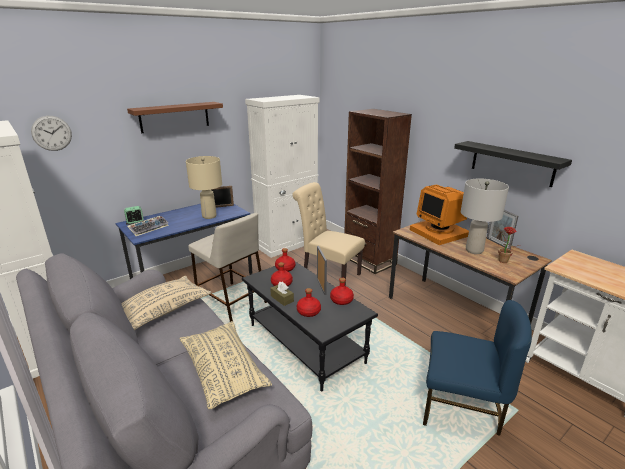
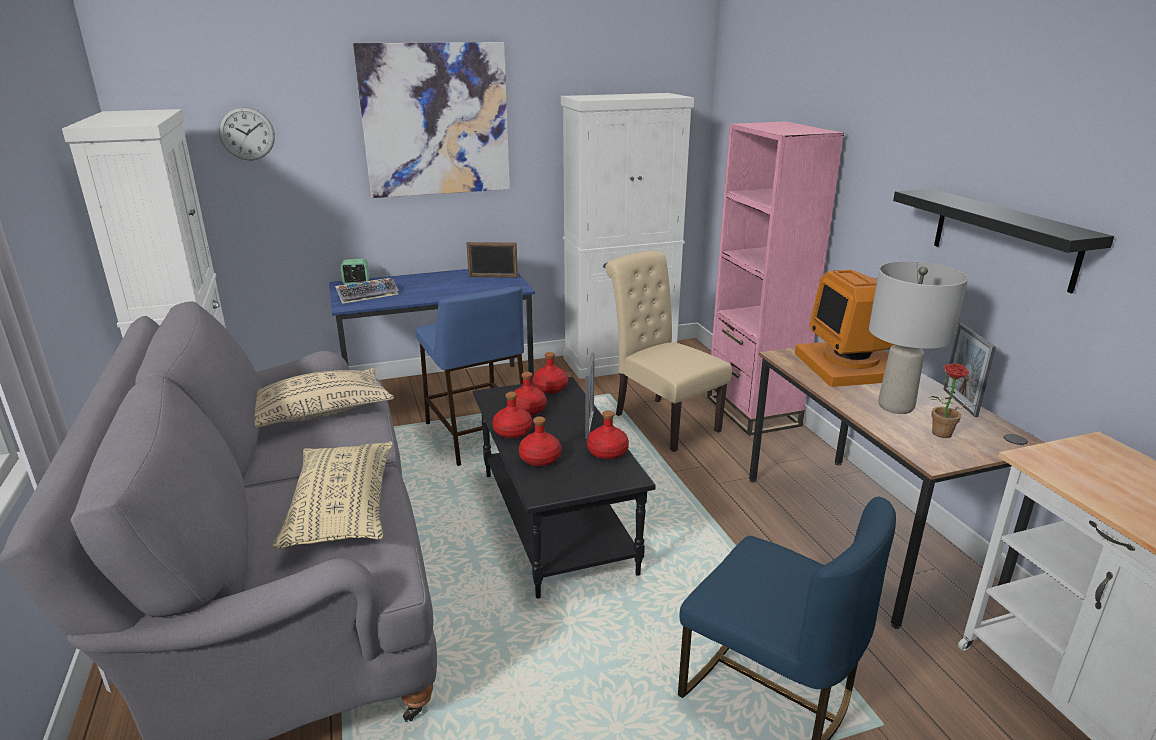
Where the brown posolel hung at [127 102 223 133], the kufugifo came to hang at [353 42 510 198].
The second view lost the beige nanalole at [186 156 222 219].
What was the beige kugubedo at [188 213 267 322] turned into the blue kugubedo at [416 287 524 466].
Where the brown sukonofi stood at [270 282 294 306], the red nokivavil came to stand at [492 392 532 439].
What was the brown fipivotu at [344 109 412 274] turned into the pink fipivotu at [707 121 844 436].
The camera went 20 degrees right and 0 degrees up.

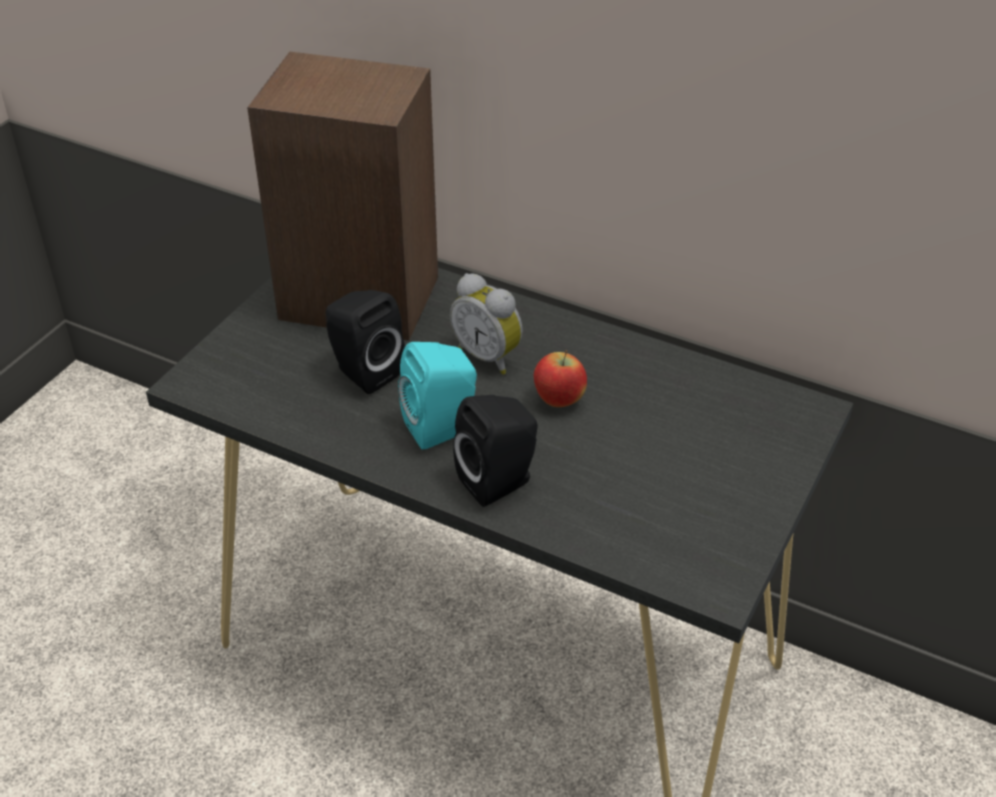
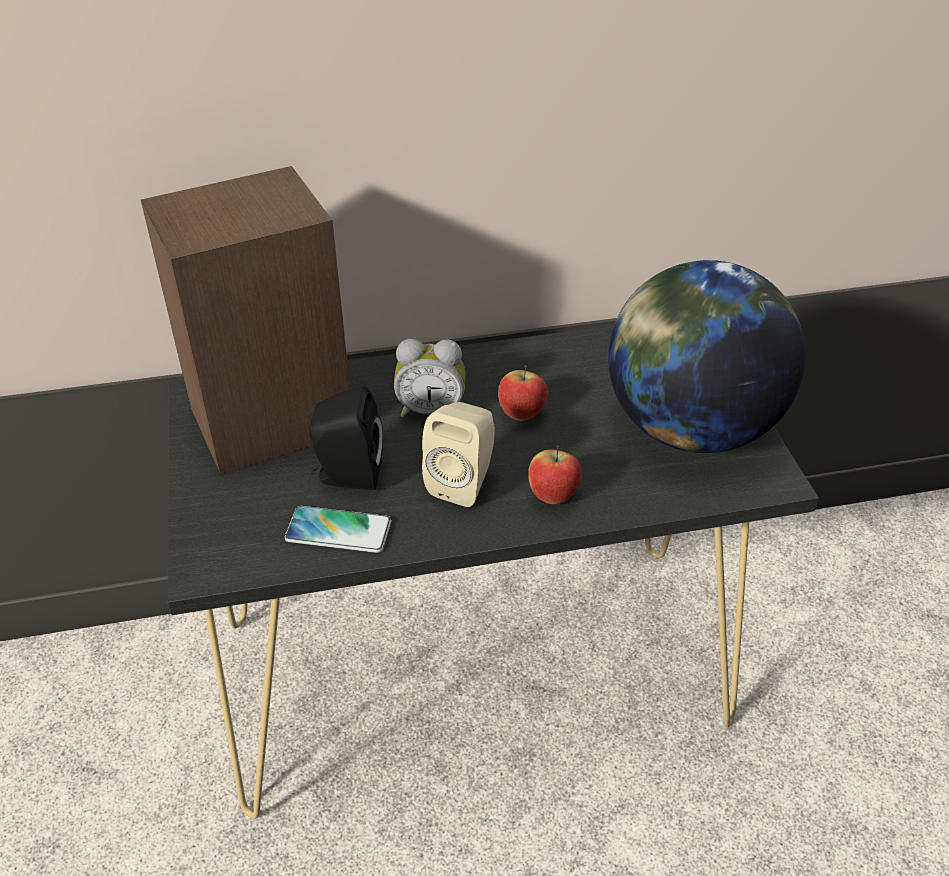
What was the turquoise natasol at [398 342 477 450] turned into the beige natasol at [422 402 495 507].
Where the black natasol stood at [453 395 538 507], the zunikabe came to stand at [528 445 582 504].
The second view gained the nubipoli at [285 506 391 553].
The second view gained the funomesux at [608 260 805 453].
The camera went 40 degrees left and 0 degrees up.

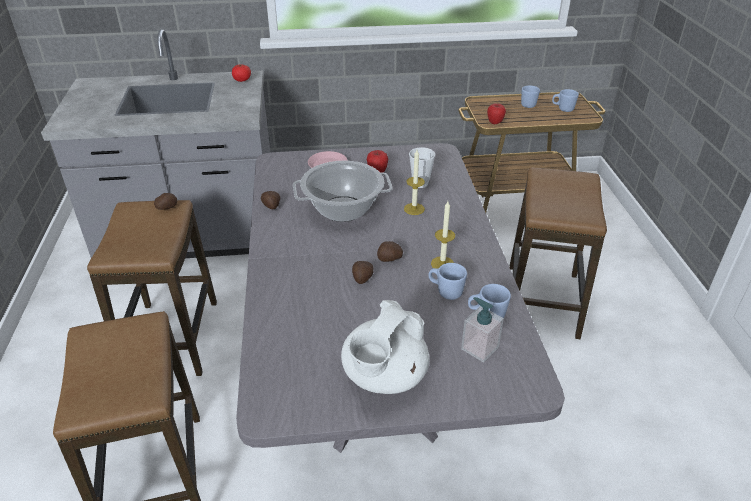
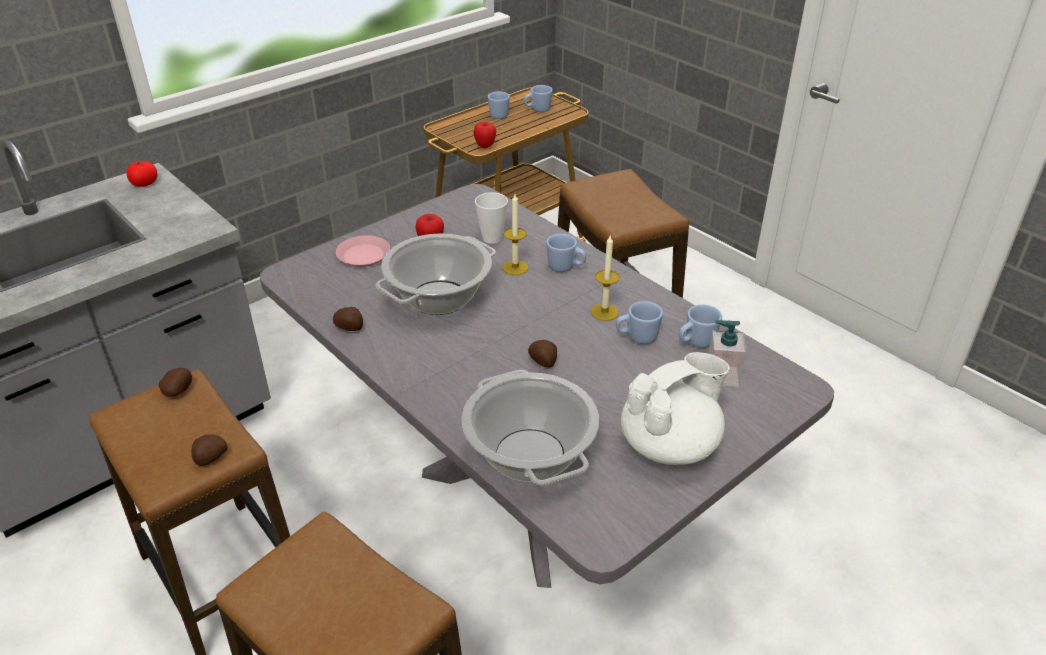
The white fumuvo at [341 300 429 394] ended up facing another way, 120 degrees counterclockwise from before.
The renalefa ended up elsewhere, having gone from [377 241 403 262] to [192 434 227 466].
The second view gained the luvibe at [462 370 599 485].
The second view gained the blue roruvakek at [546 234 586 272].
The camera went 35 degrees left and 0 degrees up.

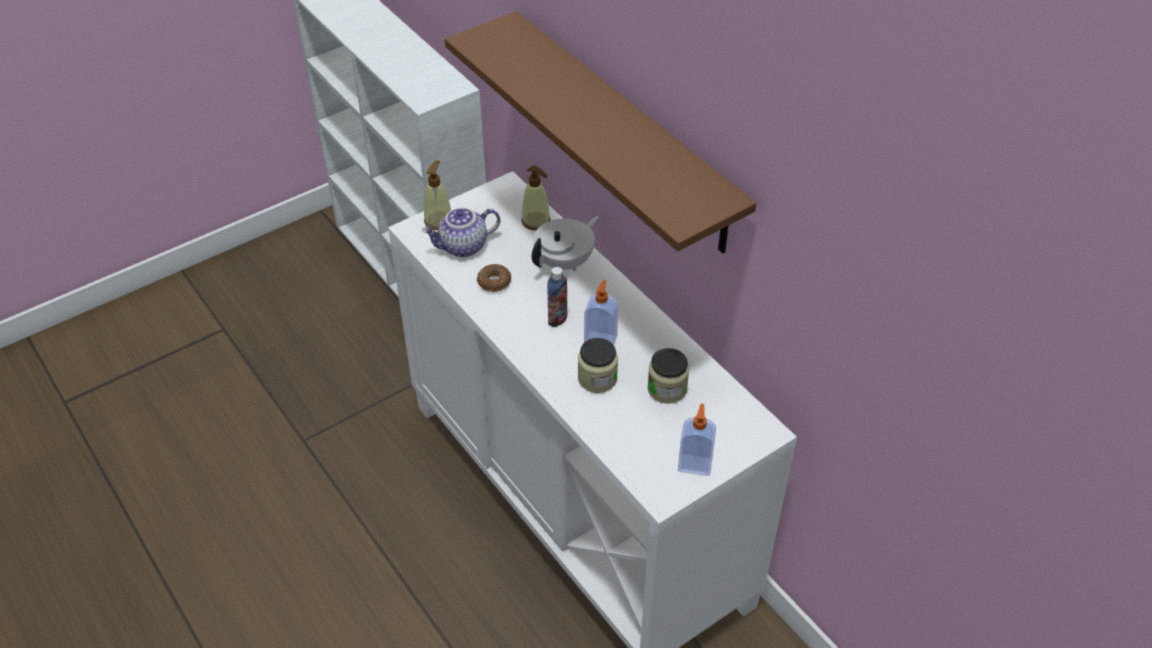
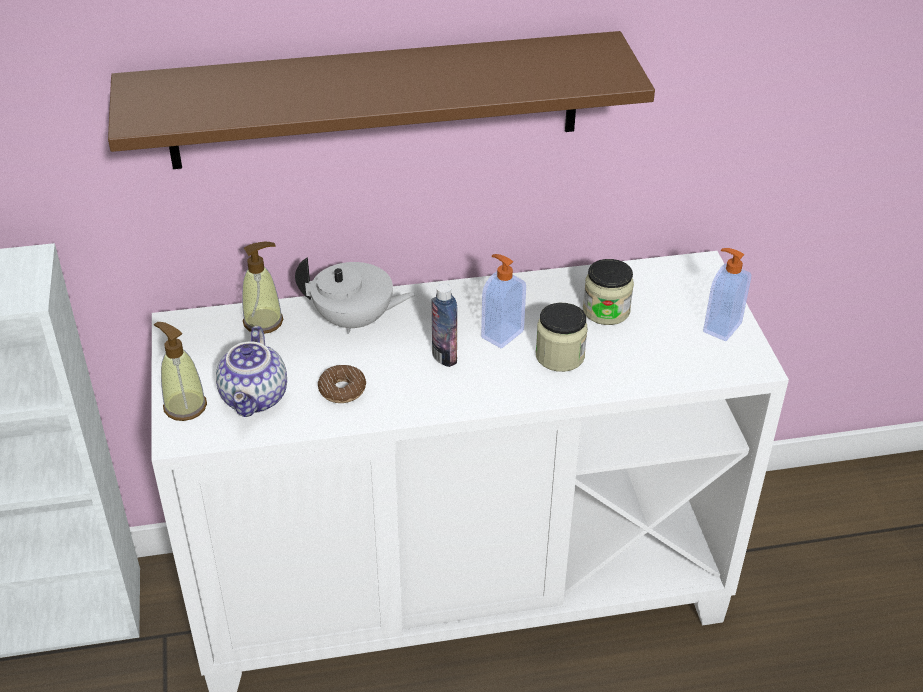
The white fumuvo at [532 216 598 271] ended up facing another way, 120 degrees clockwise from before.
The camera went 65 degrees left and 5 degrees down.

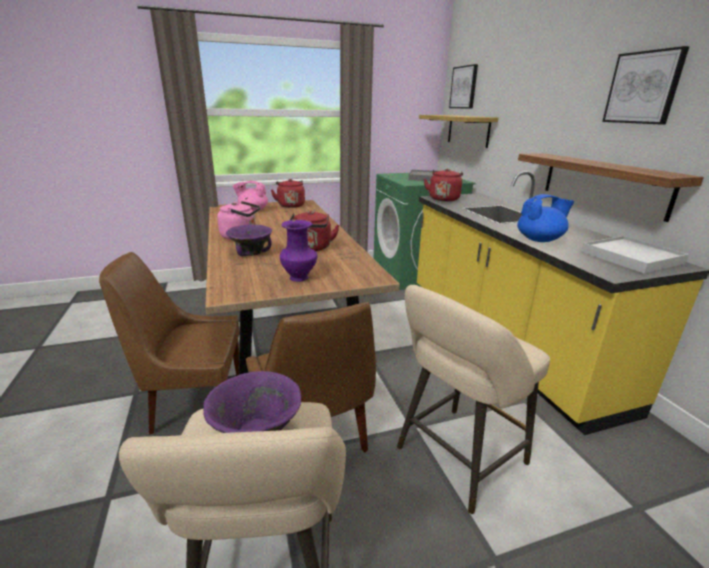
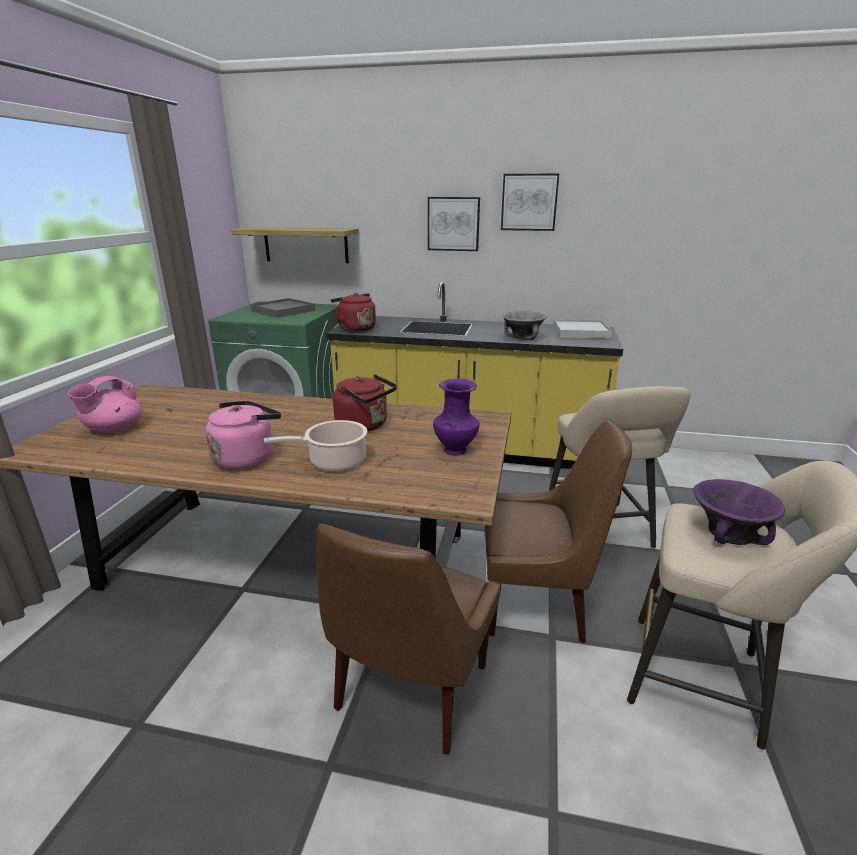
Where the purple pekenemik stood at [226 225 272 256], the luvibe came to stand at [264 420 367 472].
The second view lost the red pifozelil at [271 179 305 208].
The kufugifo ended up elsewhere, having gone from [449 64 478 109] to [428 197 480 251].
Where the blue fumuvo stood at [517 194 574 242], the grey pekenemik came to stand at [502 311 547 340].
The second view lost the posolel at [518 153 704 222].
The camera went 60 degrees left and 0 degrees up.

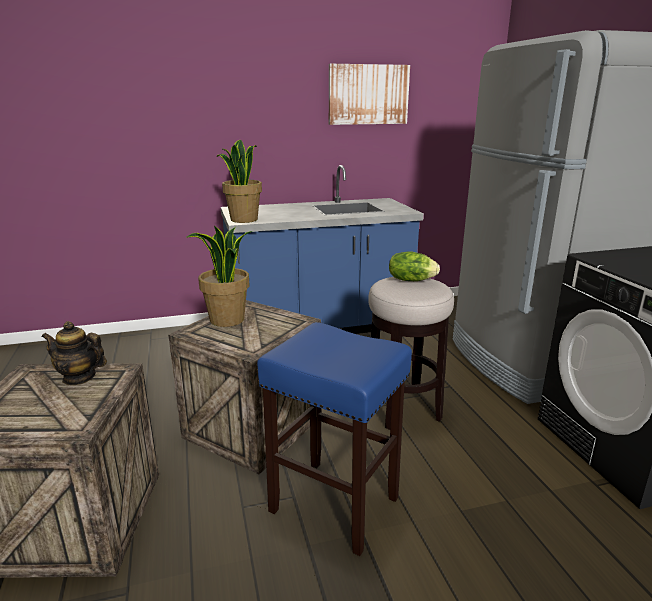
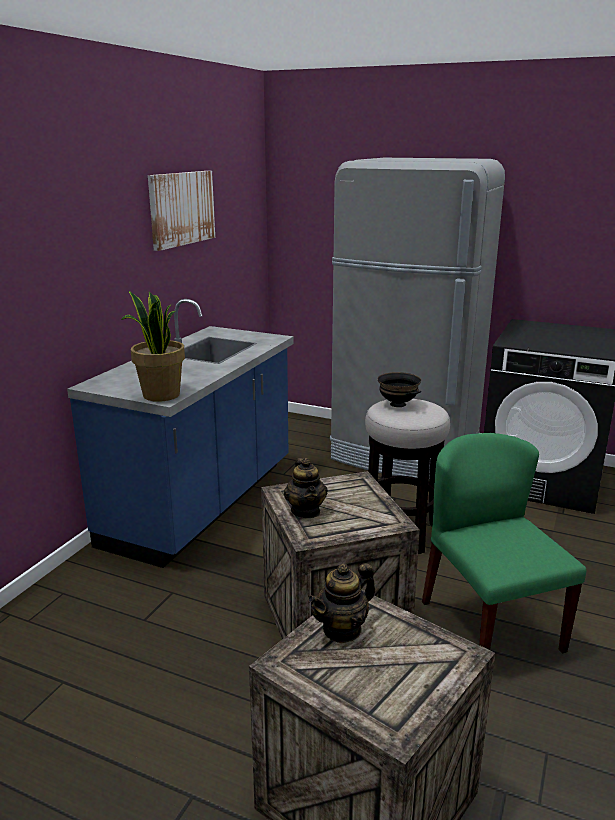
Where the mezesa stood at [187 225 252 327], the fumuvo came to stand at [284 458 328 518].
Where the blue kugubedo stood at [257 322 412 556], the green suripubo came to stand at [422 433 586 653].
Where the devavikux stood at [389 252 440 281], the black pekenemik came to stand at [378 372 421 407].
The camera went 50 degrees left and 0 degrees up.

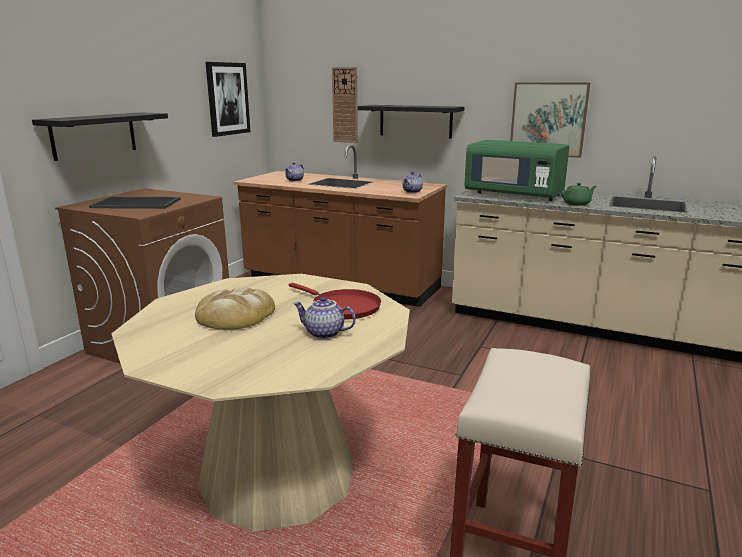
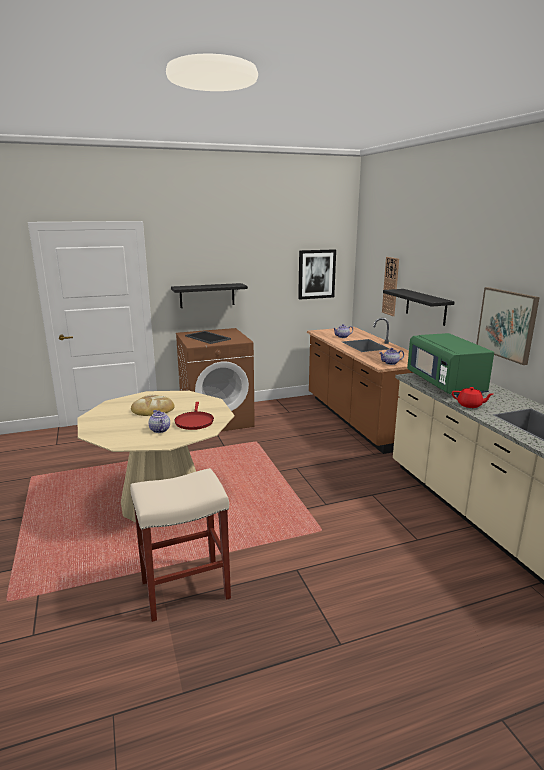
What was the green fumuvo at [561 183 596 206] turned into the red fumuvo at [452 387 493 408].
The camera went 45 degrees right and 0 degrees up.

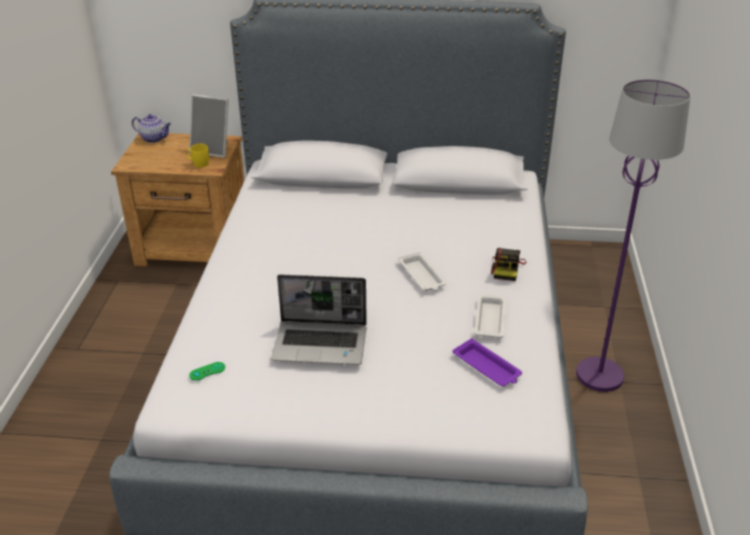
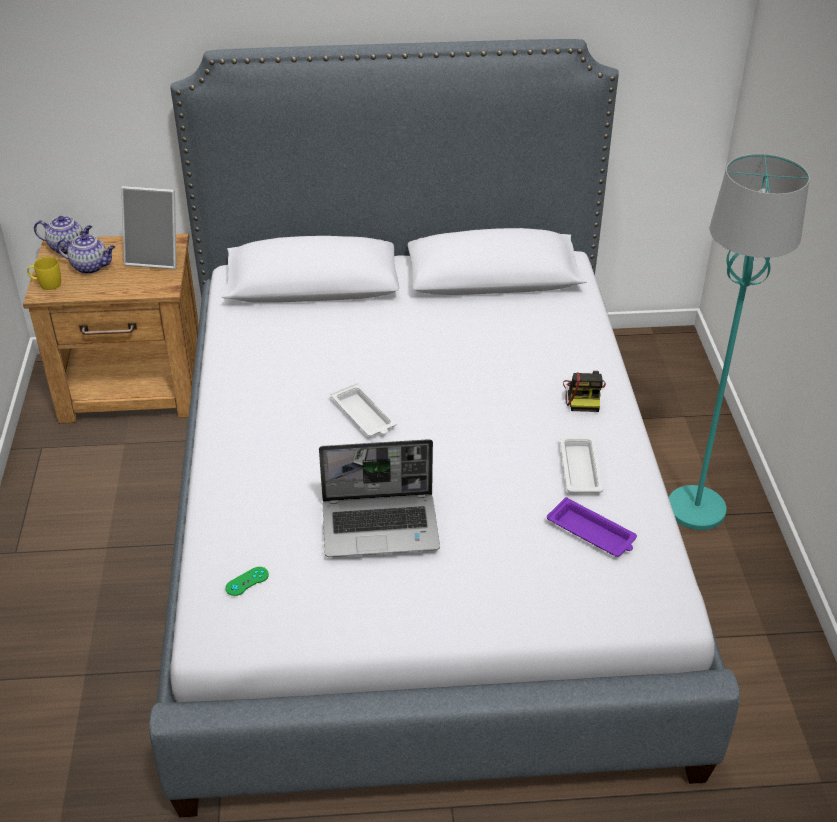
The yellow roruvakek ended up elsewhere, having gone from [186 144 209 168] to [27 257 61 290].
The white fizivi ended up elsewhere, having gone from [398 252 446 291] to [330 382 397 436].
What was the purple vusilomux at [576 79 691 392] turned into the turquoise vusilomux at [669 154 810 530].
The second view gained the fumuvo at [57 235 115 274].
The camera went 10 degrees left and 5 degrees up.

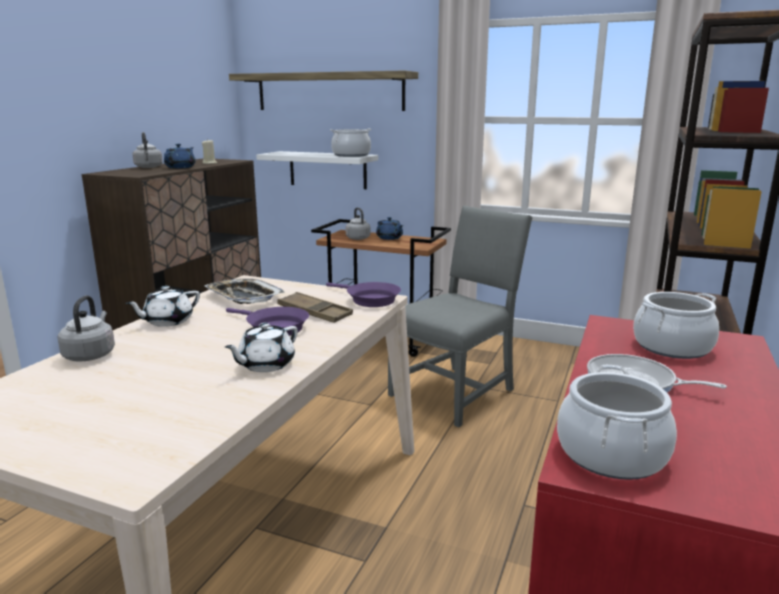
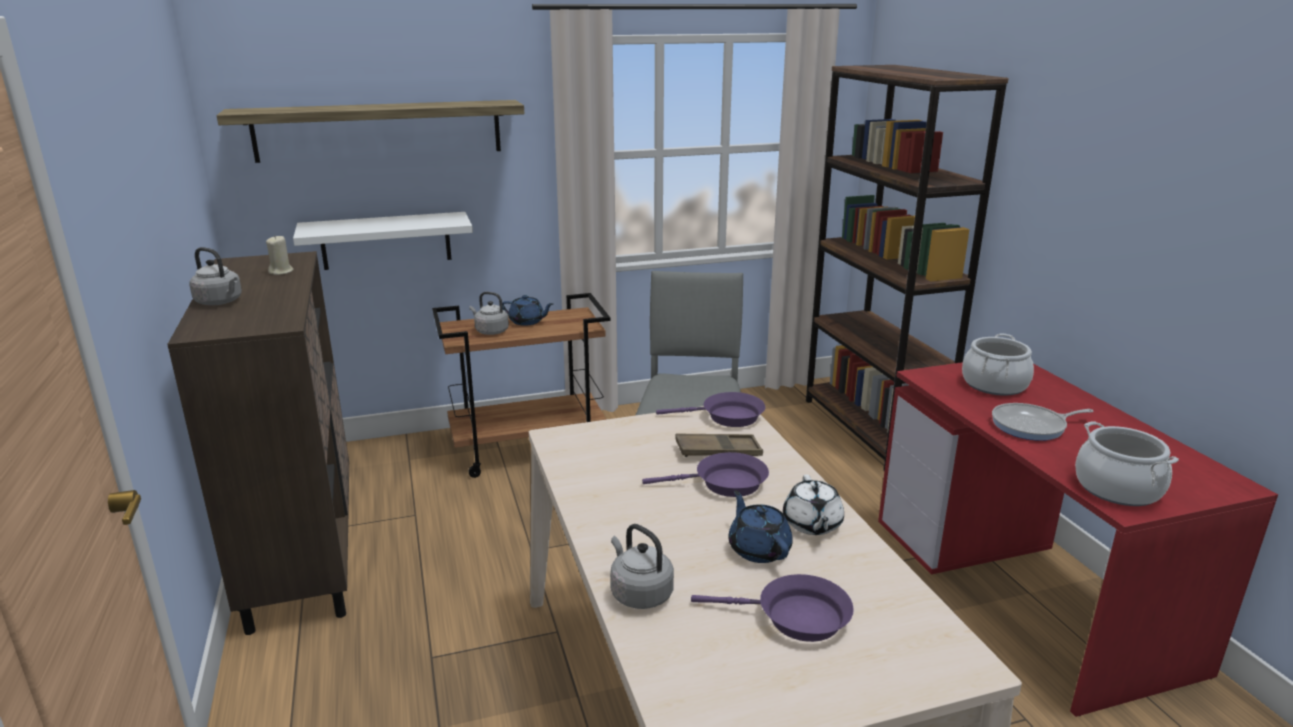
The second view lost the white fumuvo at [126 286 200 327].
The blue fumuvo ended up elsewhere, having gone from [164 144 196 168] to [728 490 793 563].
The second view lost the fizivi at [204 279 285 304].
The second view lost the luvibe at [330 129 372 157].
The second view gained the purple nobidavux at [691 574 854 642].
The camera went 40 degrees left and 5 degrees up.

